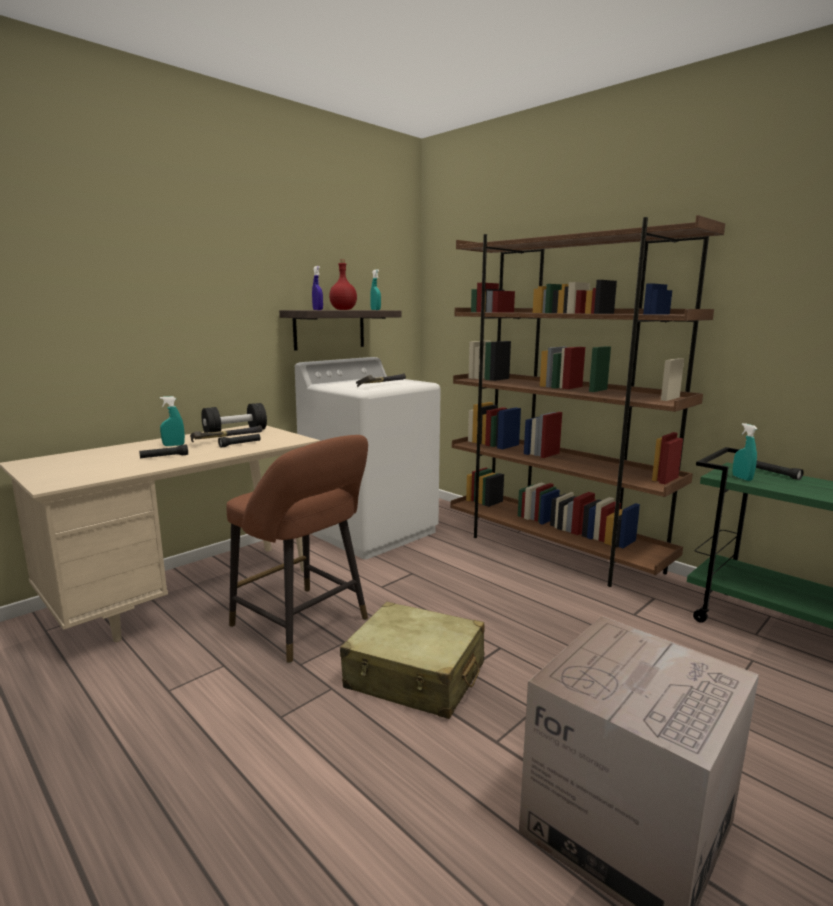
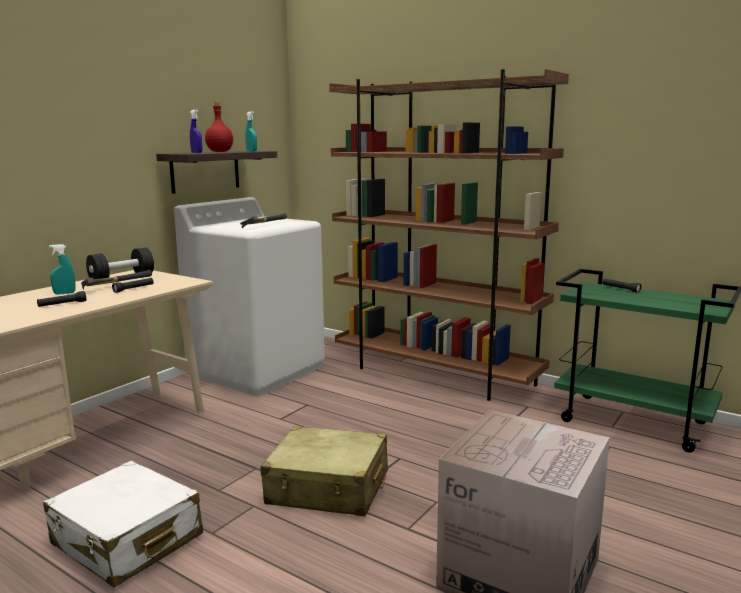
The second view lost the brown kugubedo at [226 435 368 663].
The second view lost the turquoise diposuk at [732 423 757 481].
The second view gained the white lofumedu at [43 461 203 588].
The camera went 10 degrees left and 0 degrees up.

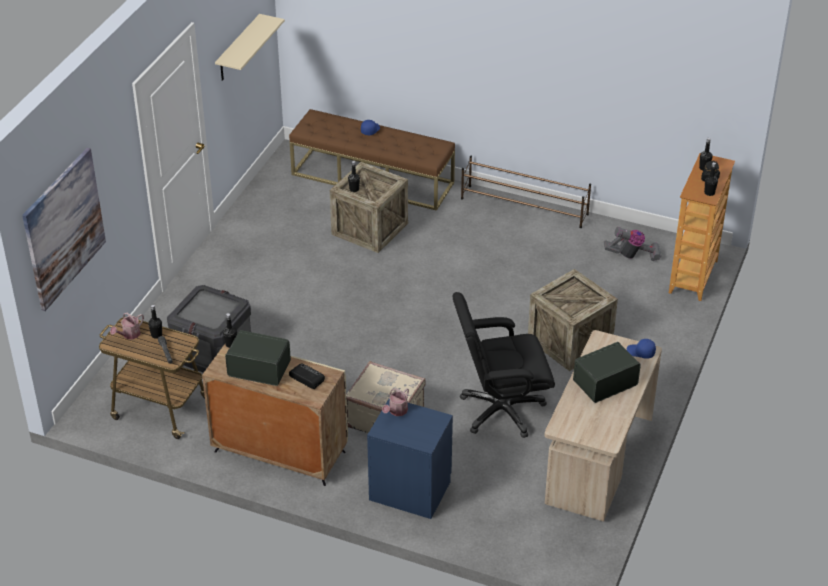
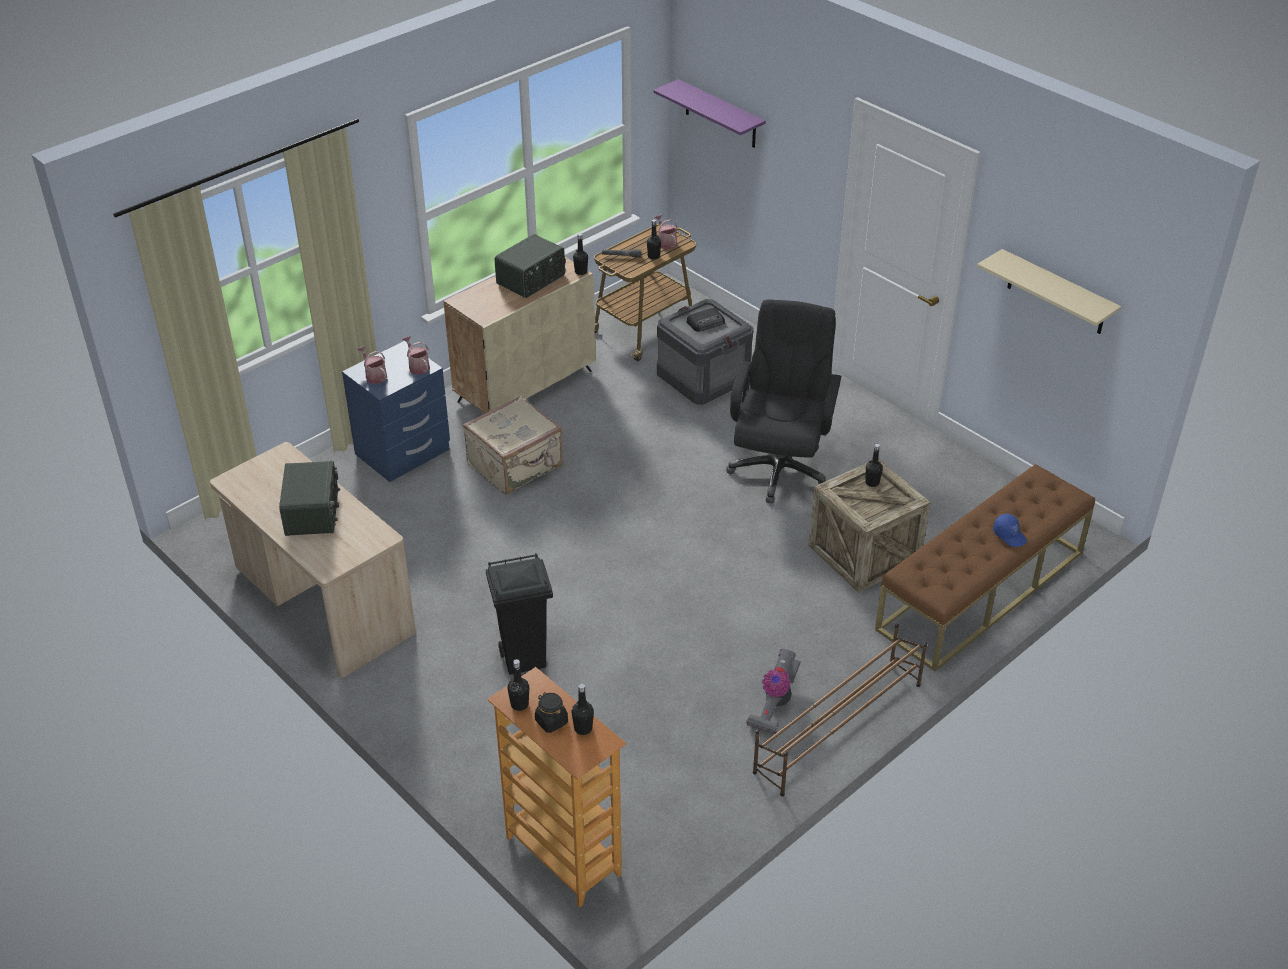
Where the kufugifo hung at [22 148 106 311], the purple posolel came to hang at [653 79 766 148].
The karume ended up elsewhere, having gone from [289 363 325 389] to [687 308 725 332].
The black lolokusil ended up elsewhere, having gone from [453 292 555 438] to [726 299 841 503].
Where the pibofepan stood at [528 269 618 371], the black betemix came to stand at [486 553 553 675].
The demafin ended up elsewhere, having gone from [604 227 661 261] to [746 649 801 734].
The second view lost the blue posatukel at [627 339 656 359].
The second view gained the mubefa at [357 346 387 384].
The camera went 115 degrees right and 0 degrees up.

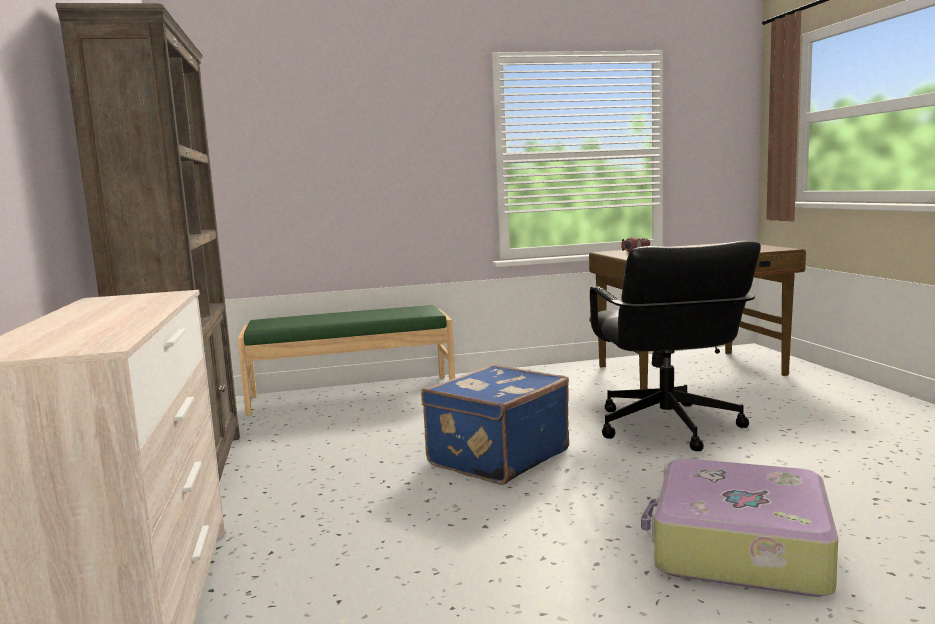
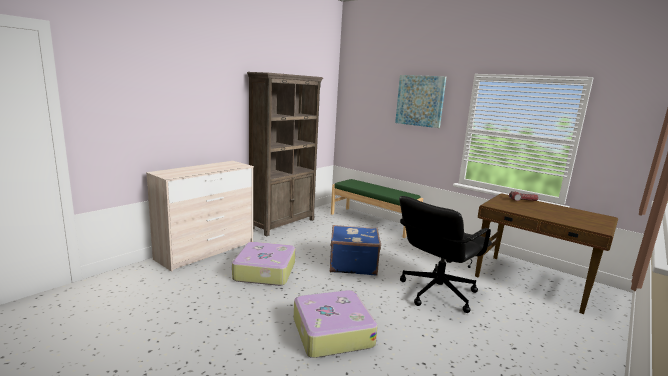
The second view gained the lofumedu at [231 242 295 286].
The second view gained the kufugifo at [395 75 446 128].
The camera went 50 degrees right and 5 degrees up.

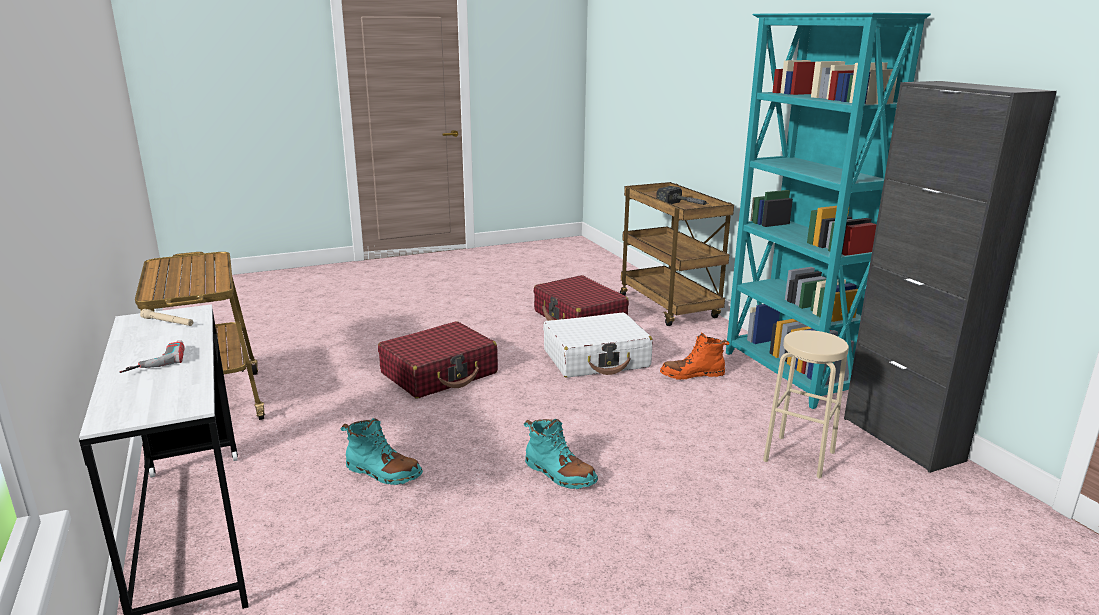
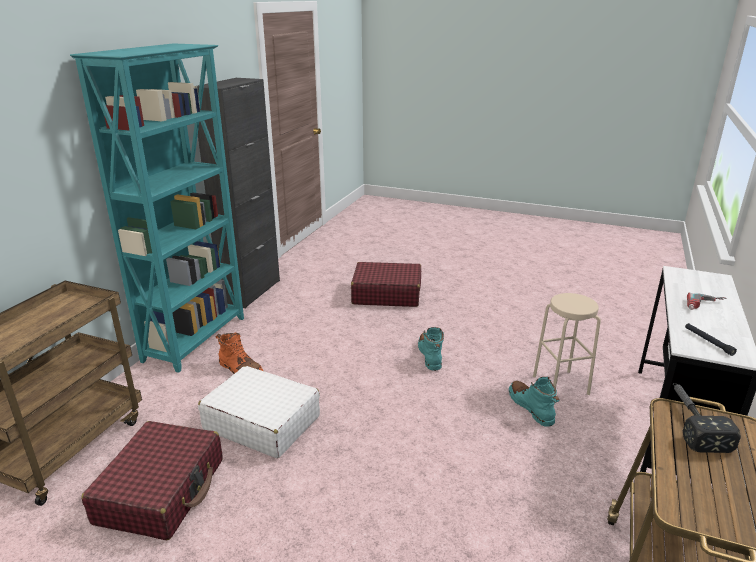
What was the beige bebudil at [140 309 193 326] turned into the black bebudil at [685 323 737 356].
The red lofumedu ended up elsewhere, having gone from [378 321 498 398] to [351 262 421 307].
The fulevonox ended up elsewhere, having gone from [656 186 709 205] to [673 383 741 453].
The beige kugubedo ended up elsewhere, having gone from [763 330 849 478] to [533 293 601 395].
The camera went 135 degrees left and 5 degrees up.

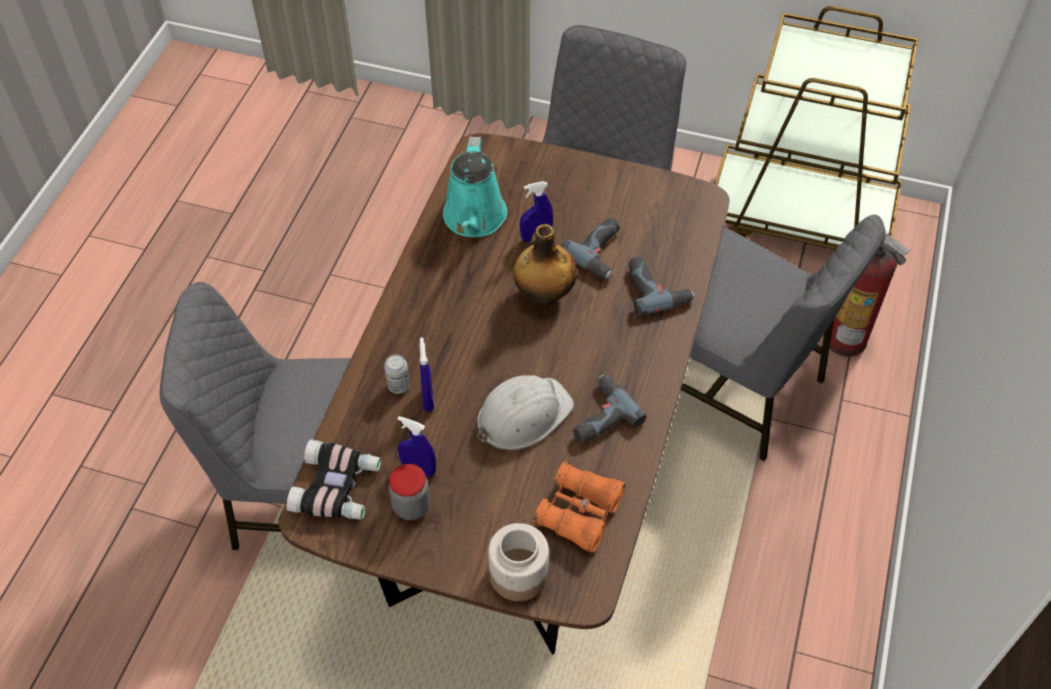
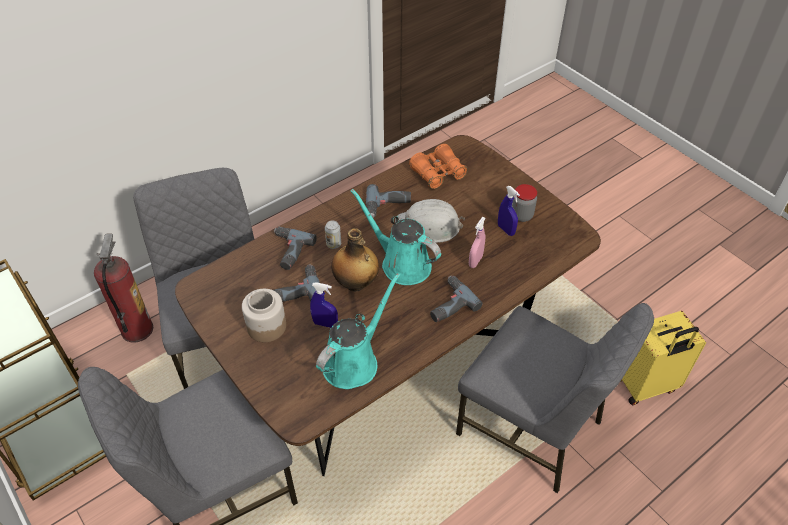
The second view lost the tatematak at [286 439 381 520].
The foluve ended up elsewhere, having gone from [384 355 410 394] to [325 220 341 249].
What was the blue diposuk at [420 338 434 412] turned into the pink diposuk at [469 217 485 268].
The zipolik ended up elsewhere, having gone from [488 523 549 601] to [242 289 286 342].
The second view gained the turquoise mubefa at [350 189 441 285].
The second view gained the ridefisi at [430 276 483 322].
The second view gained the yellow lofumedu at [620 311 706 405].
The camera went 145 degrees left and 5 degrees down.

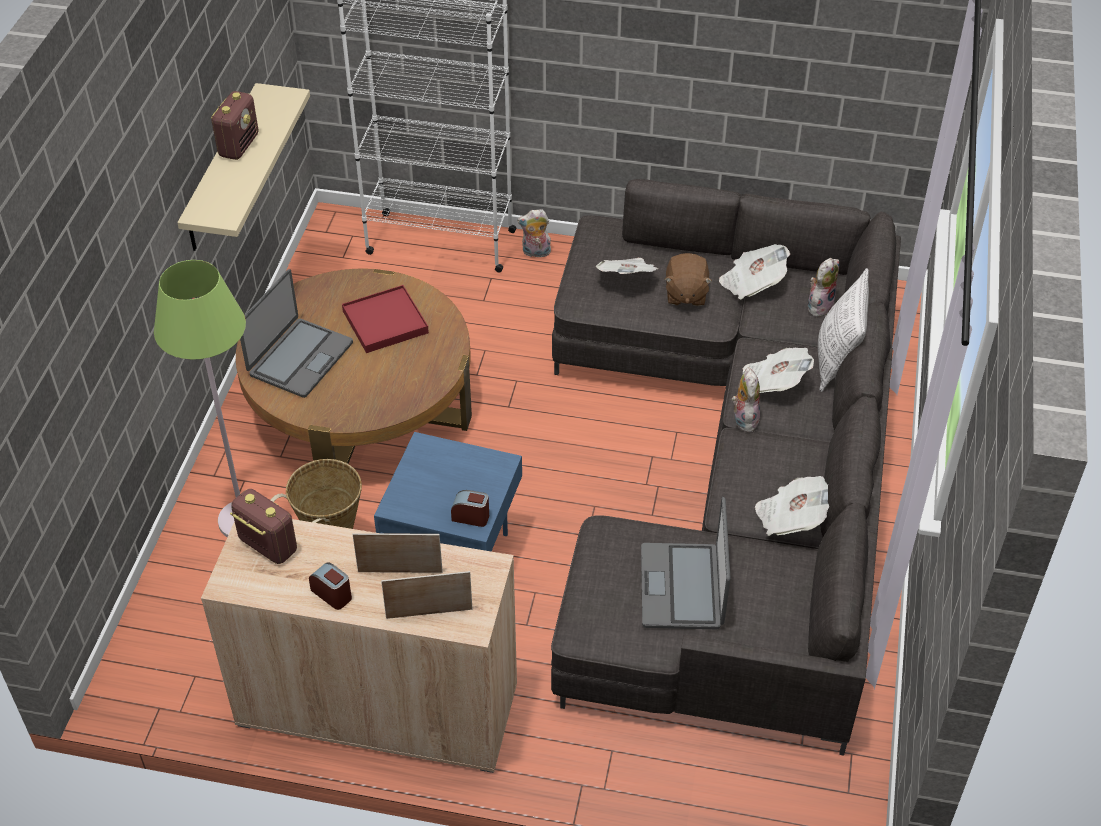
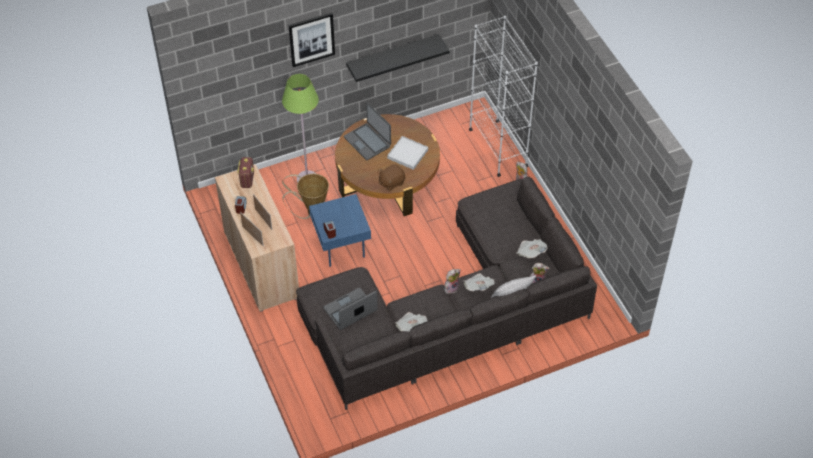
What was the beige posolel at [177 83 310 251] turned into the black posolel at [346 34 450 82].
The second view lost the karume at [211 91 258 160].
The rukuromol at [240 269 353 398] ended up facing another way, 60 degrees clockwise from before.
What was the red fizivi at [342 285 429 353] turned into the white fizivi at [387 136 428 170].
The second view lost the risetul at [596 258 658 274].
The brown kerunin ended up elsewhere, having gone from [665 253 712 306] to [379 164 405 191].
The second view gained the kufugifo at [289 12 335 67].
The camera went 55 degrees right and 5 degrees up.

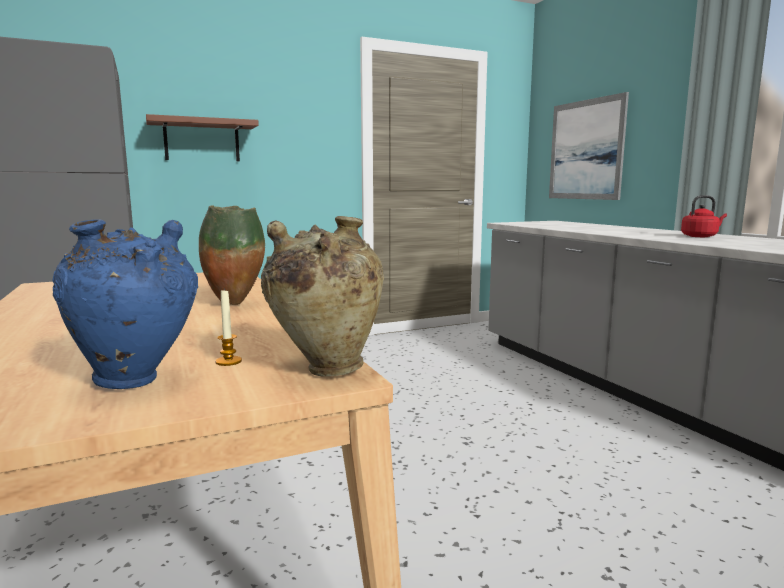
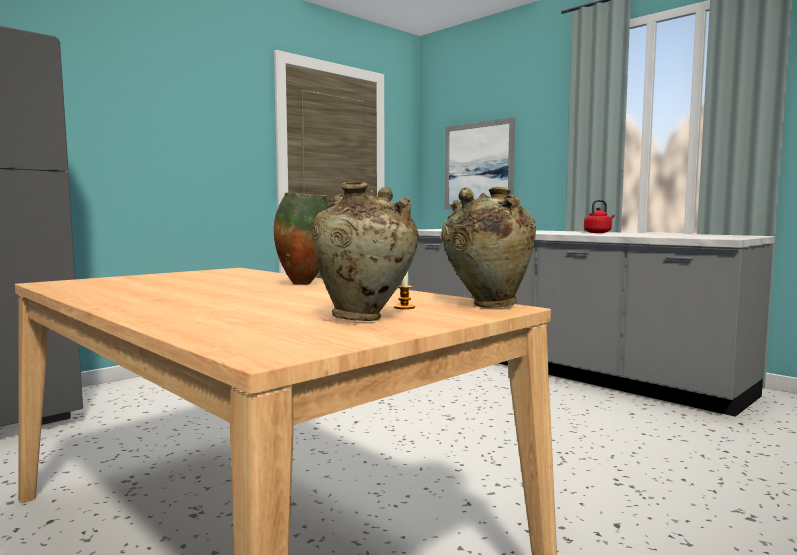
What was the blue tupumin at [52 219 198 389] turned into the beige tupumin at [312 182 419 321].
The second view lost the brown posolel at [146 114 259 161].
The camera went 20 degrees left and 5 degrees down.

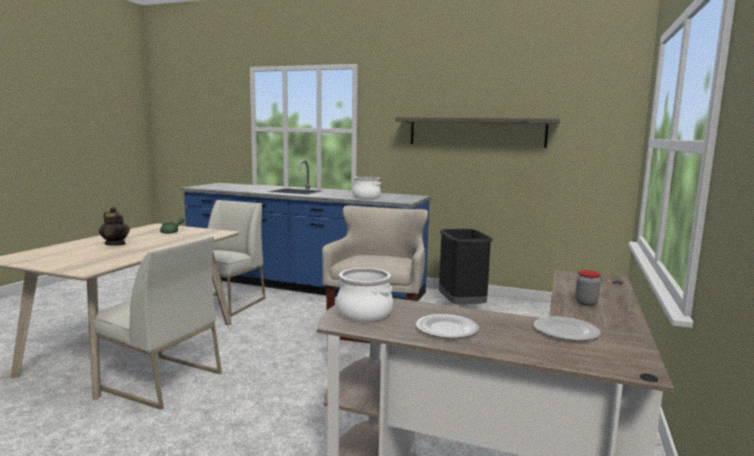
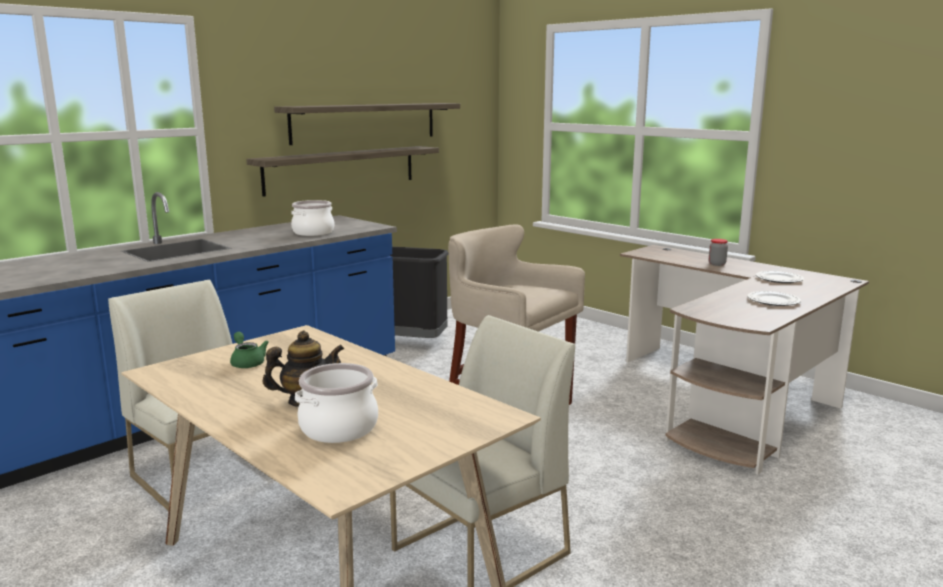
The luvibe ended up elsewhere, having gone from [336 268 393 322] to [295 363 378 443].
The second view gained the posolel at [246 146 439 197].
The camera went 65 degrees left and 5 degrees up.

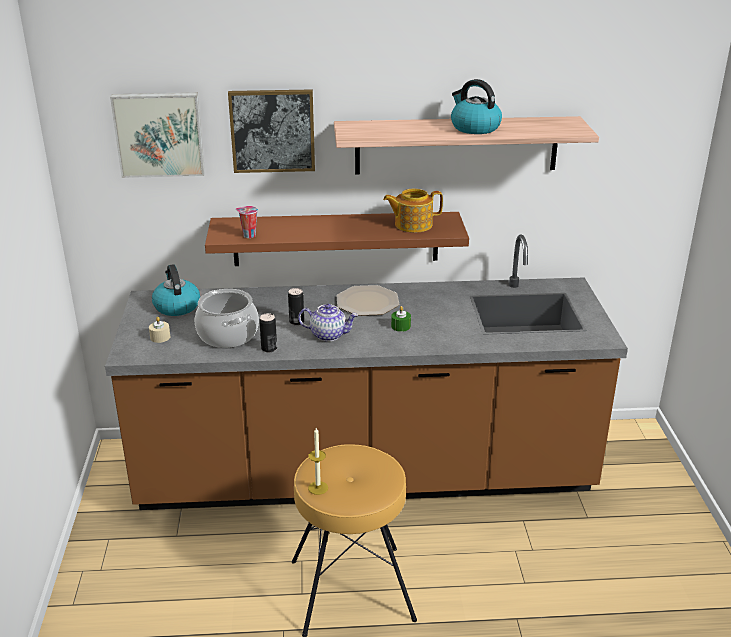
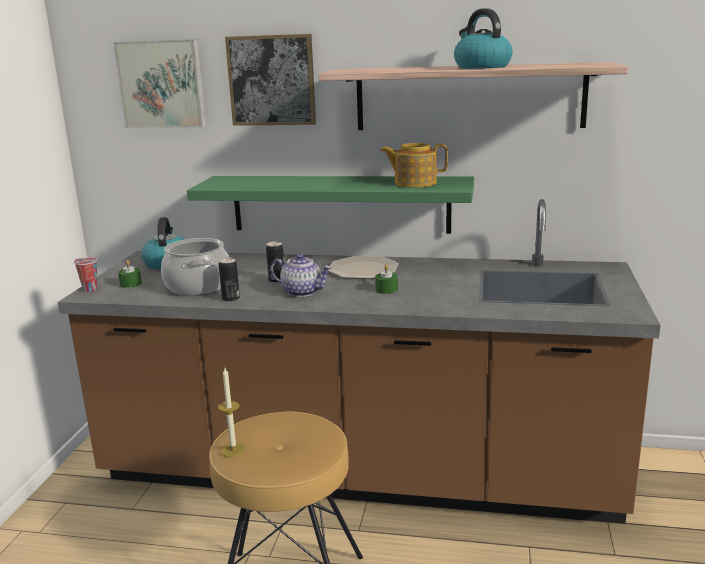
What was the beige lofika at [149 317 170 343] turned into the green lofika at [118 260 142 288].
What was the brown posolel at [205 212 469 266] turned into the green posolel at [187 176 474 234].
The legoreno ended up elsewhere, having gone from [236 206 258 238] to [74 257 97 292].
The camera went 15 degrees right and 10 degrees down.

